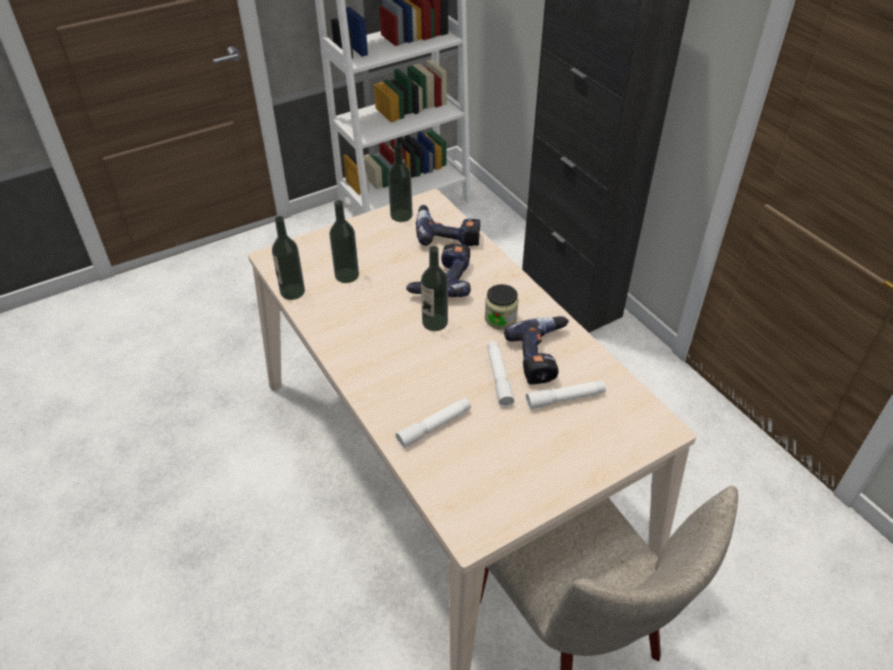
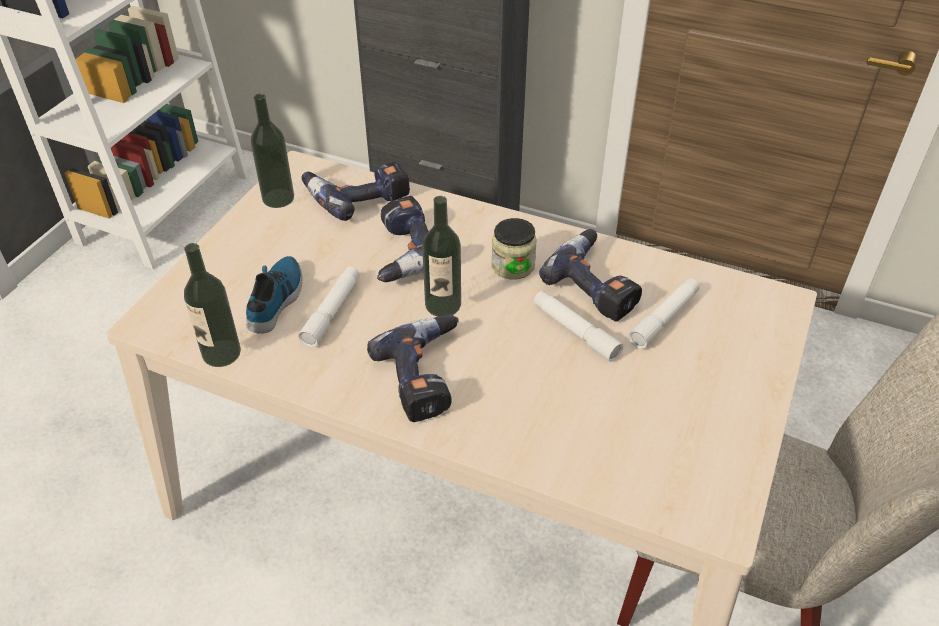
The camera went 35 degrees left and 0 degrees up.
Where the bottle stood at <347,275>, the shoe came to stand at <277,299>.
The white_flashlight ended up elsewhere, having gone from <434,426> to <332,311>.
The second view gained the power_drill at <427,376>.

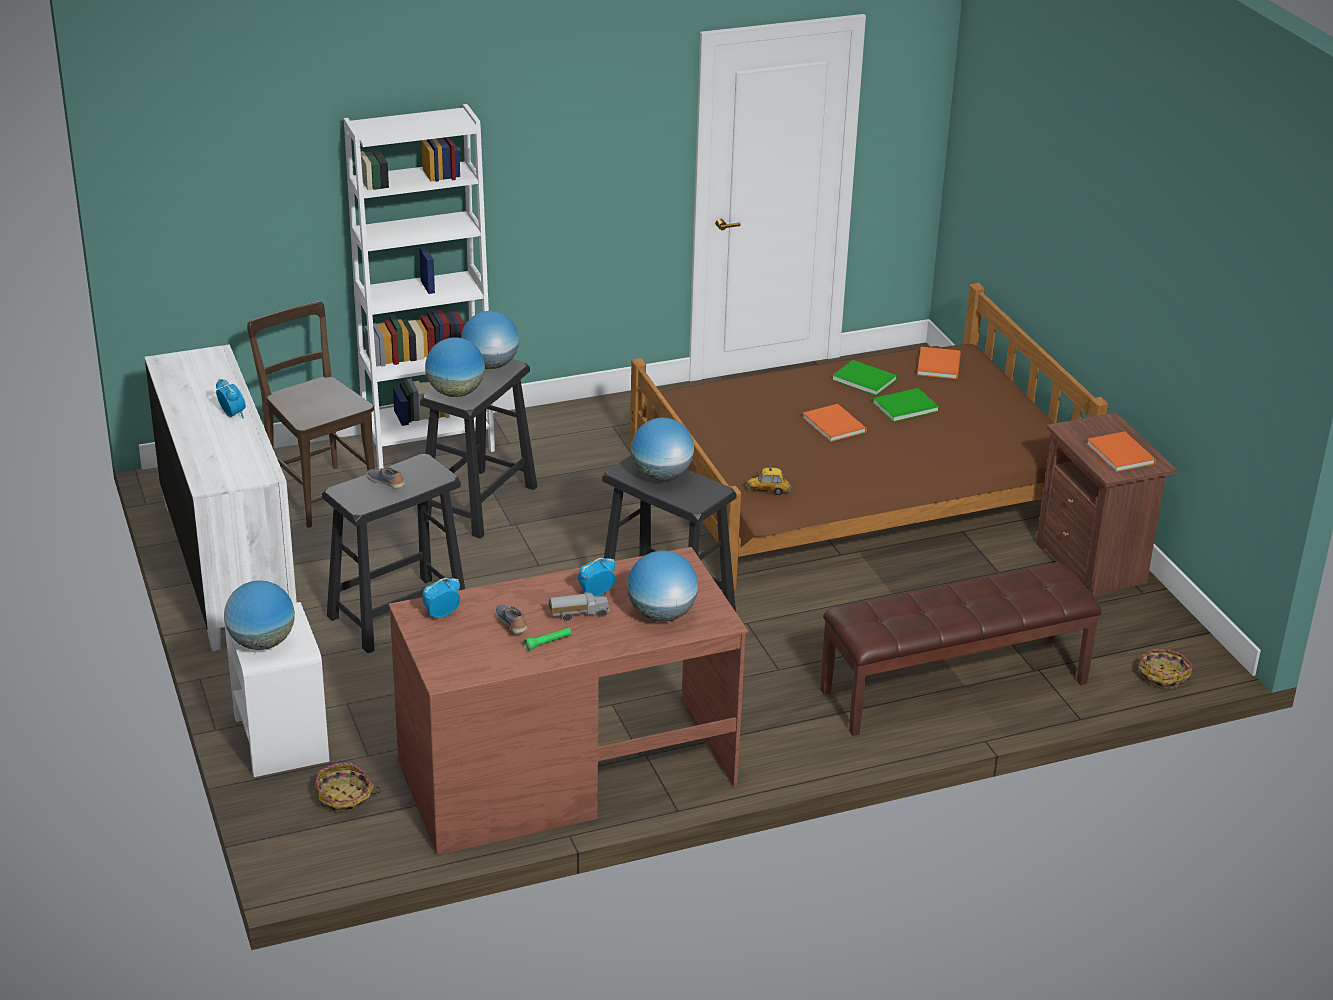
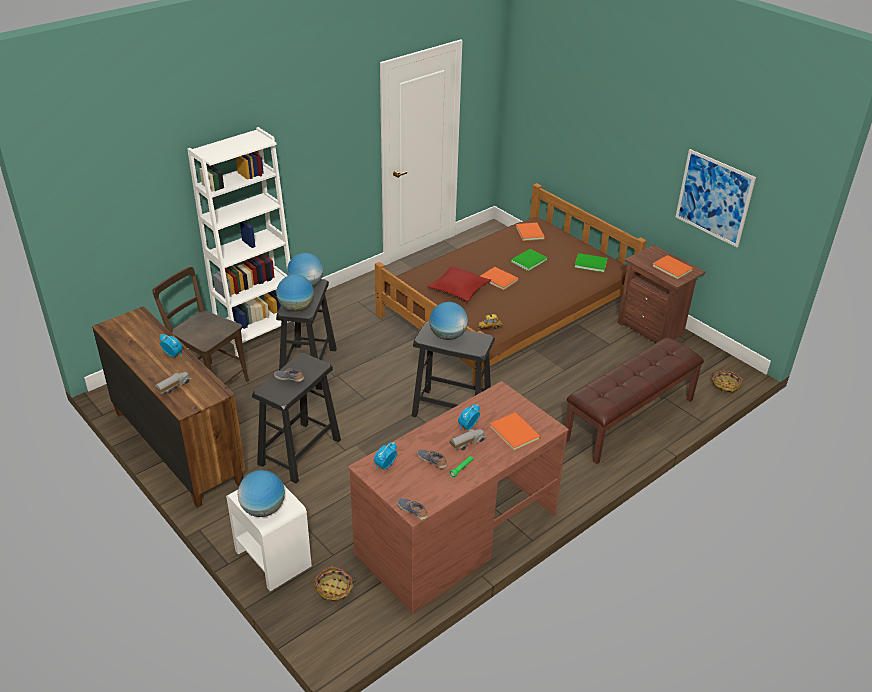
The camera went 20 degrees left and 5 degrees up.
What was the white_dresser at <228,567> turned into the brown_dresser at <178,446>.
The second view gained the toy_truck at <173,387>.
The second view gained the shoe at <412,511>.
The second view gained the red_pillow at <459,289>.
Where the globe stood at <662,614>, the orange_book came to stand at <514,431>.
The green_book ended up elsewhere, having gone from <863,378> to <590,263>.
The second view gained the picture at <714,198>.

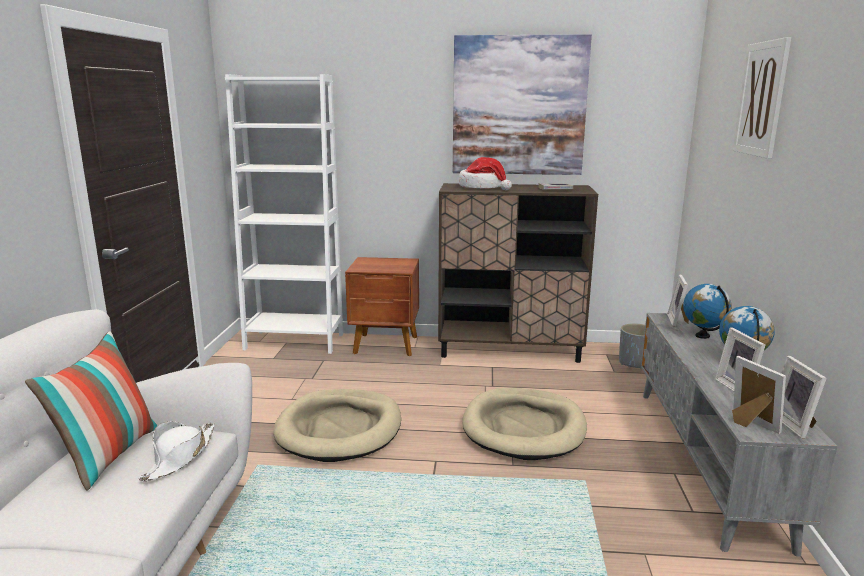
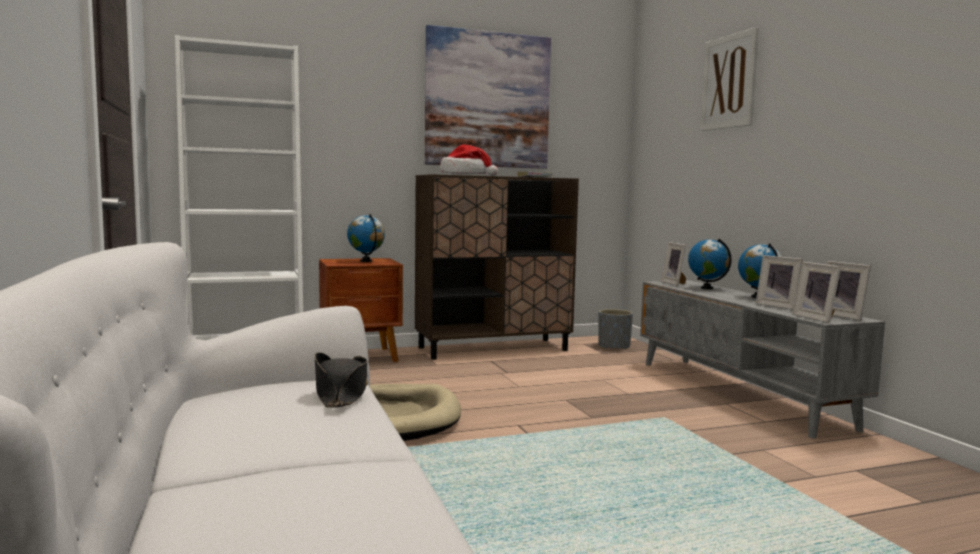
The camera went 25 degrees left and 10 degrees down.
What was the white_hat at <180,457> turned into the black_hat at <341,393>.
The second view gained the globe at <366,261>.
The picture_frame at <749,424> ended up facing another way, 150 degrees counterclockwise from before.
The second view lost the pillow at <108,455>.
The second view lost the beige_dog_bed at <524,428>.

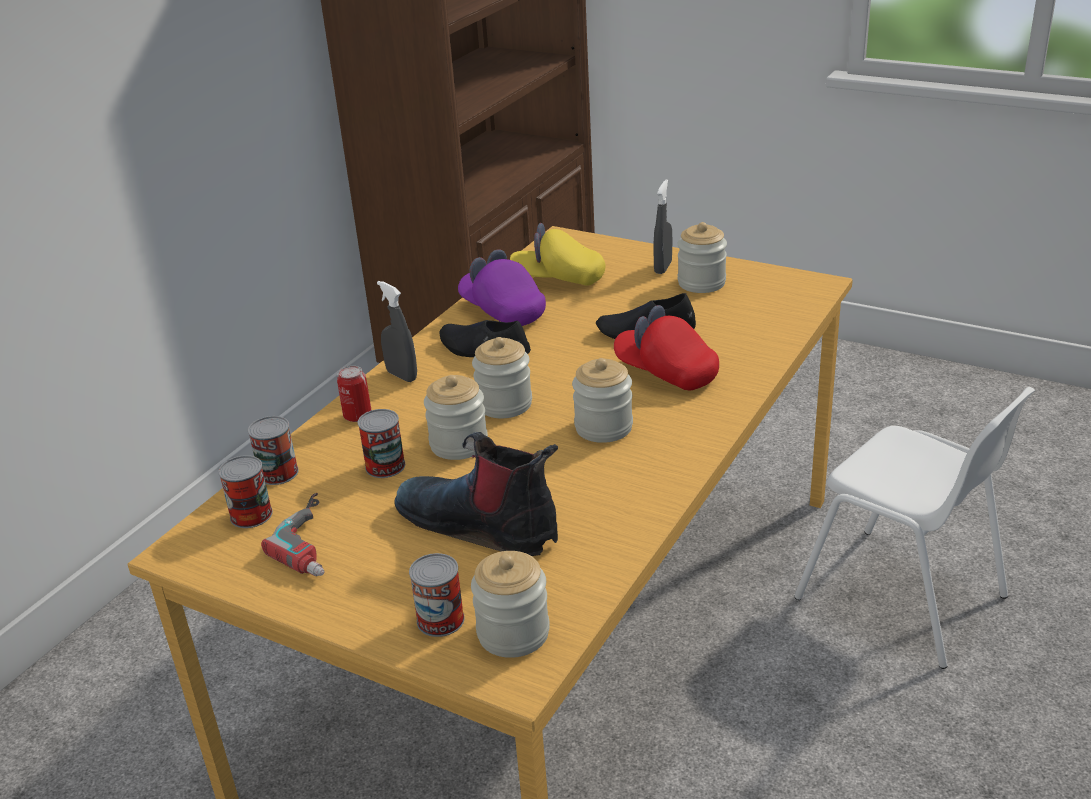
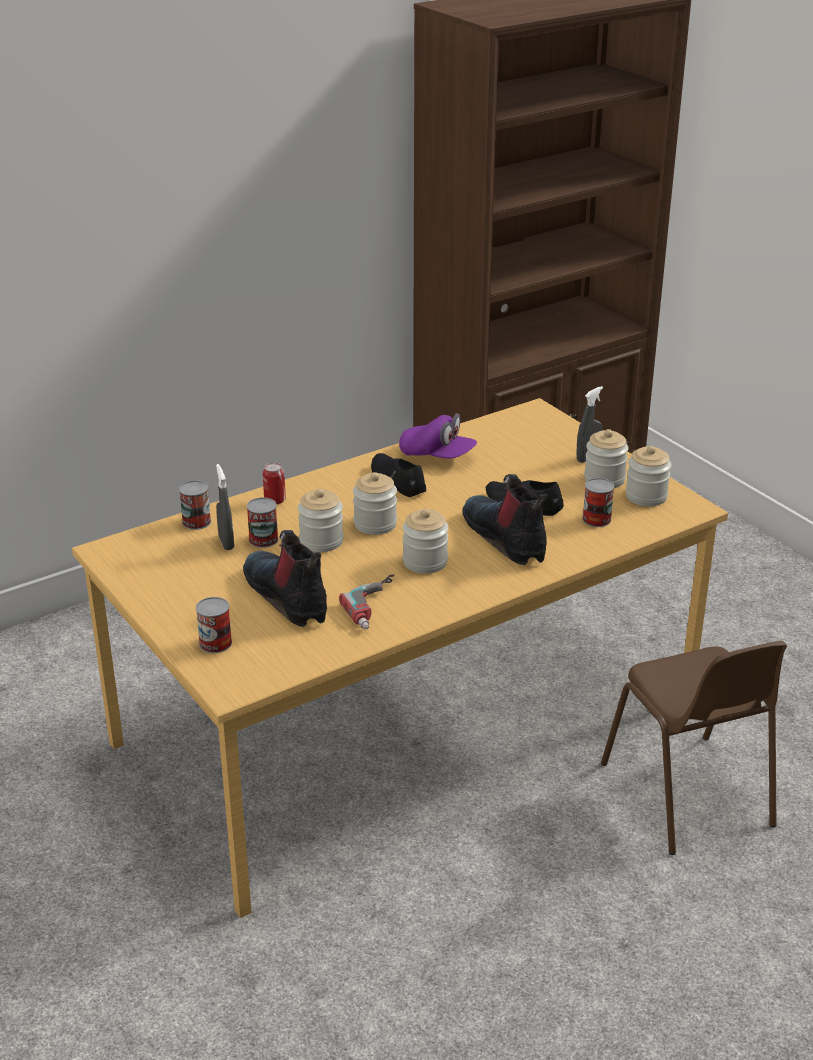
The camera went 25 degrees right and 0 degrees up.
The grey_spray_bottle ended up elsewhere, having gone from <402,375> to <226,543>.
The power_drill ended up elsewhere, having gone from <318,541> to <378,607>.
The purple_cap at <502,311> ended up facing another way, 135 degrees clockwise from before.
Where the red_cap stood at <666,372>, the boot came to stand at <506,538>.
The can ended up elsewhere, having gone from <251,515> to <596,519>.
What was the white_chair at <903,598> turned into the brown_chair at <687,795>.
The jar ended up elsewhere, having gone from <513,633> to <646,496>.
The second view lost the yellow_cap at <558,279>.

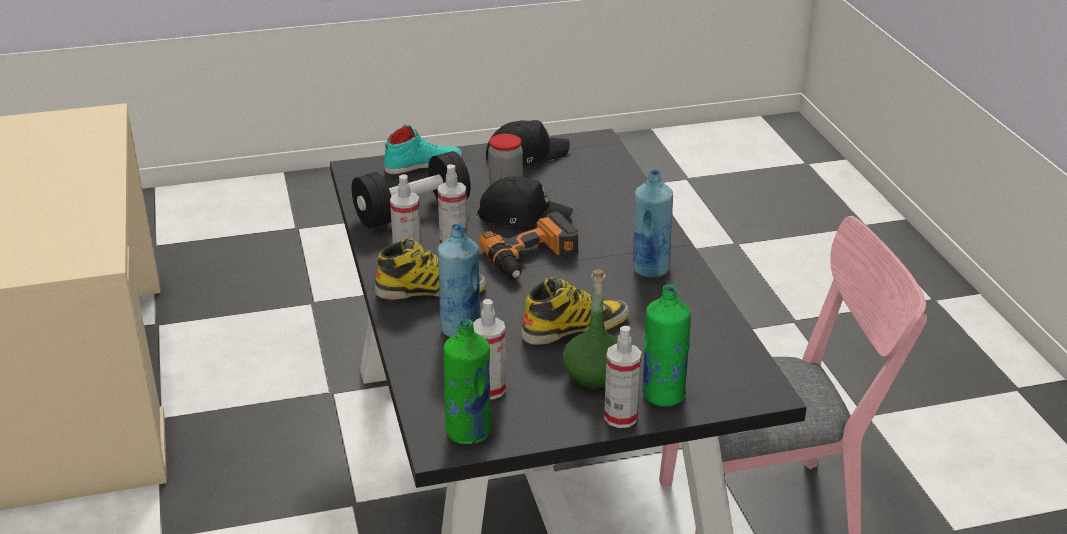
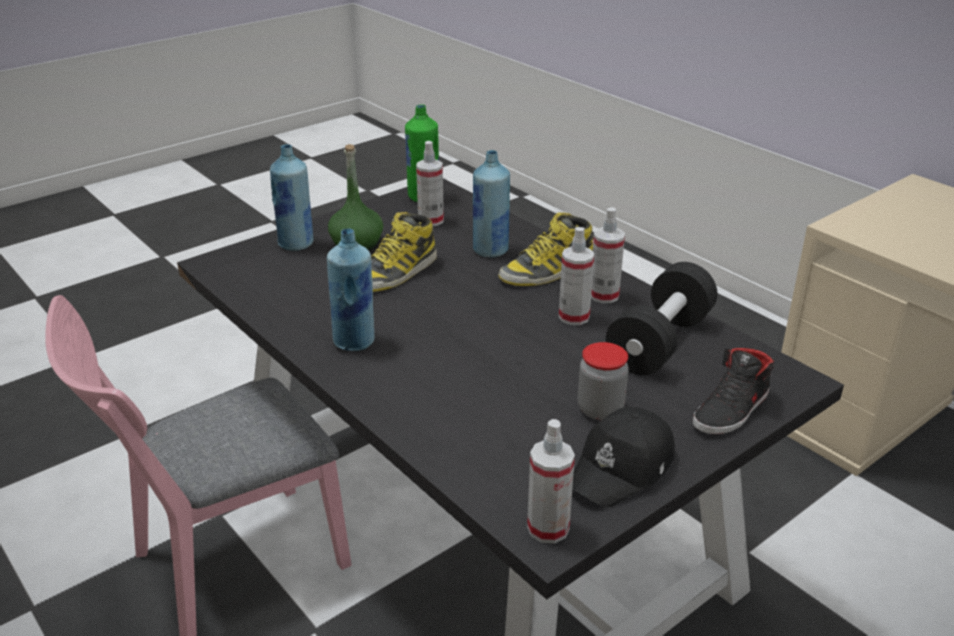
The camera went 155 degrees right and 0 degrees up.
What was the green_bottle at <663,395> turned into the blue_bottle at <296,244>.
The spray_bottle ended up elsewhere, having gone from <621,417> to <548,528>.
What was the turquoise_shoe at <423,164> turned into the black_shoe at <732,410>.
The second view lost the black_cap at <523,215>.
The second view lost the power_drill at <532,258>.

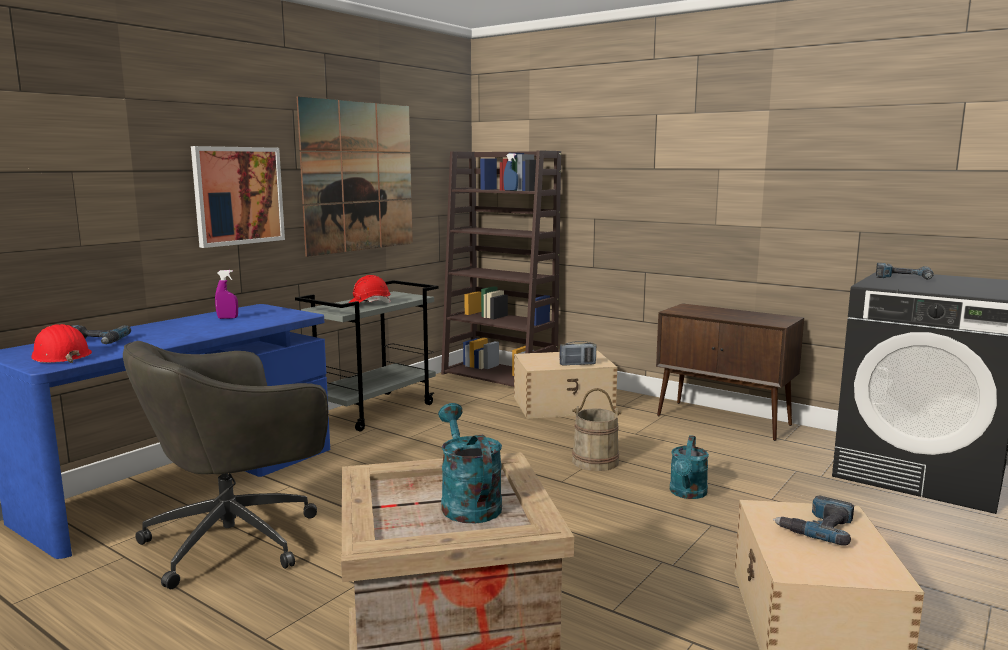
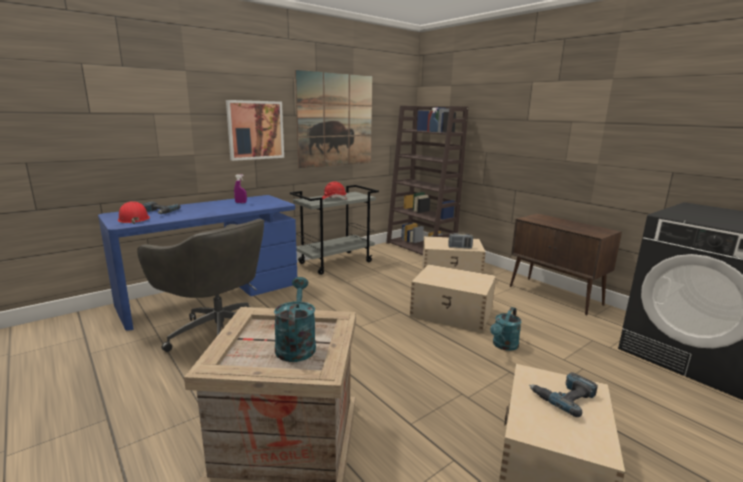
The camera went 15 degrees right and 5 degrees up.
The grey_office_chair at <237,539> ended up facing another way, 120 degrees counterclockwise from before.
Where the beige_bucket stood at <595,461>, the beige_storage_box came to stand at <452,313>.
The second view lost the power_drill at <904,278>.

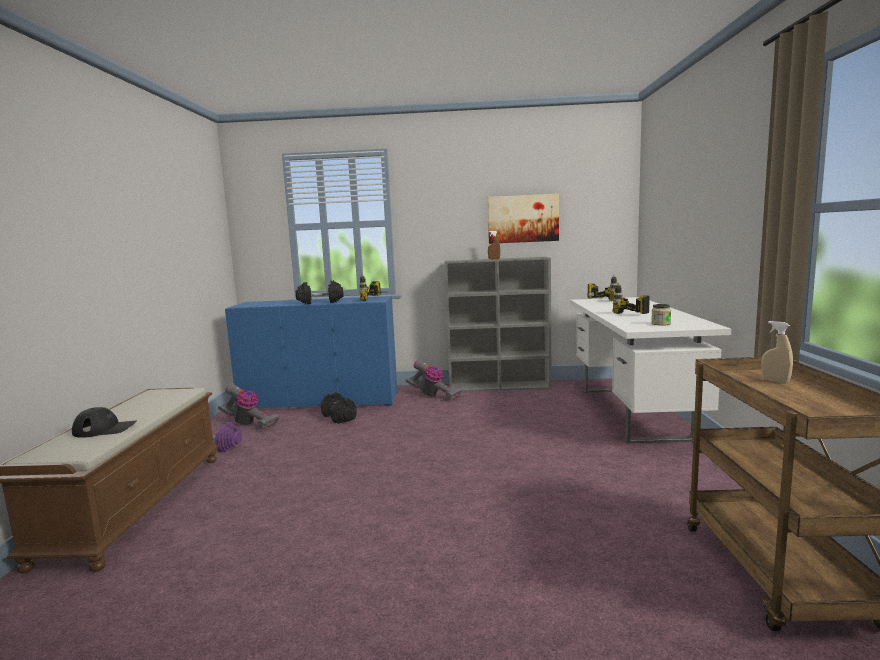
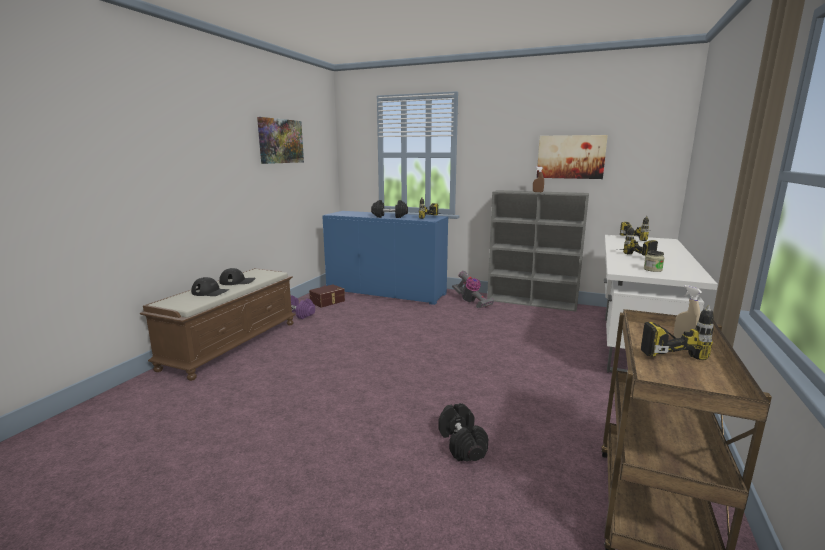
The camera went 20 degrees right and 5 degrees up.
The second view gained the black_cap at <237,281>.
The second view gained the picture at <280,141>.
Where the vacuum_cleaner stood at <248,424>, the brown_storage_box came to stand at <328,302>.
The black_dumbbell ended up elsewhere, having gone from <338,417> to <461,443>.
The second view gained the power_drill at <664,348>.

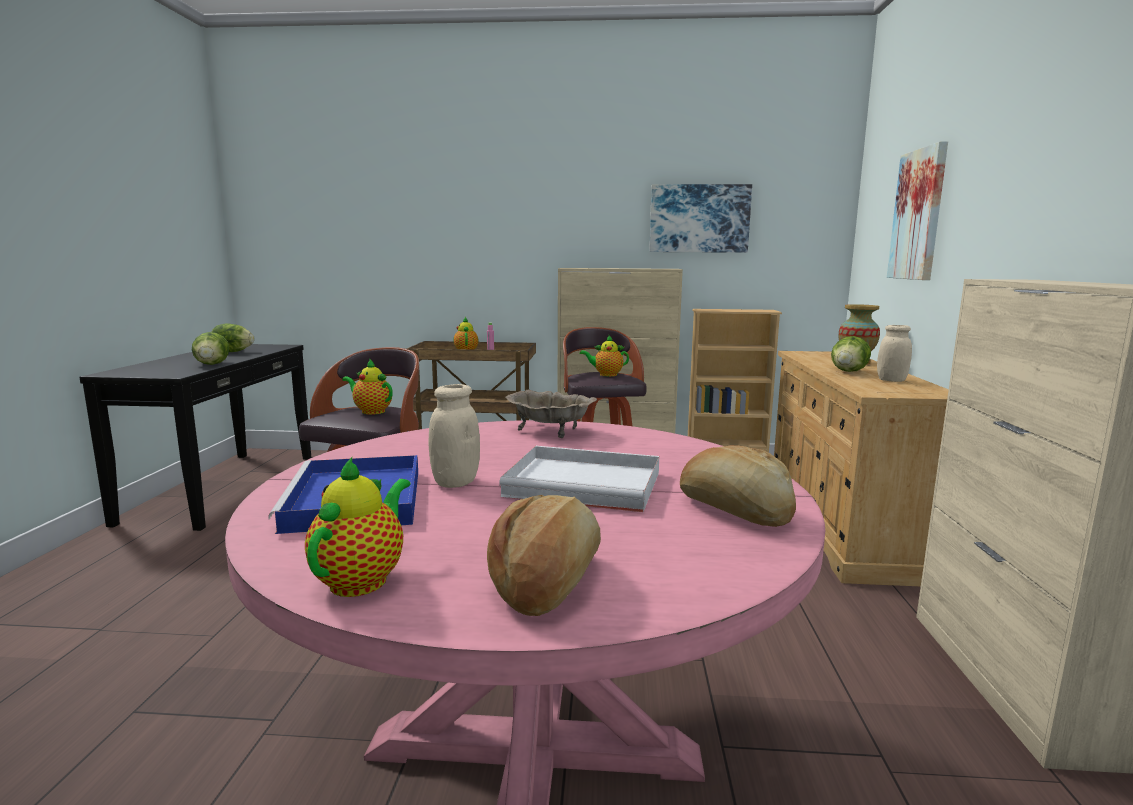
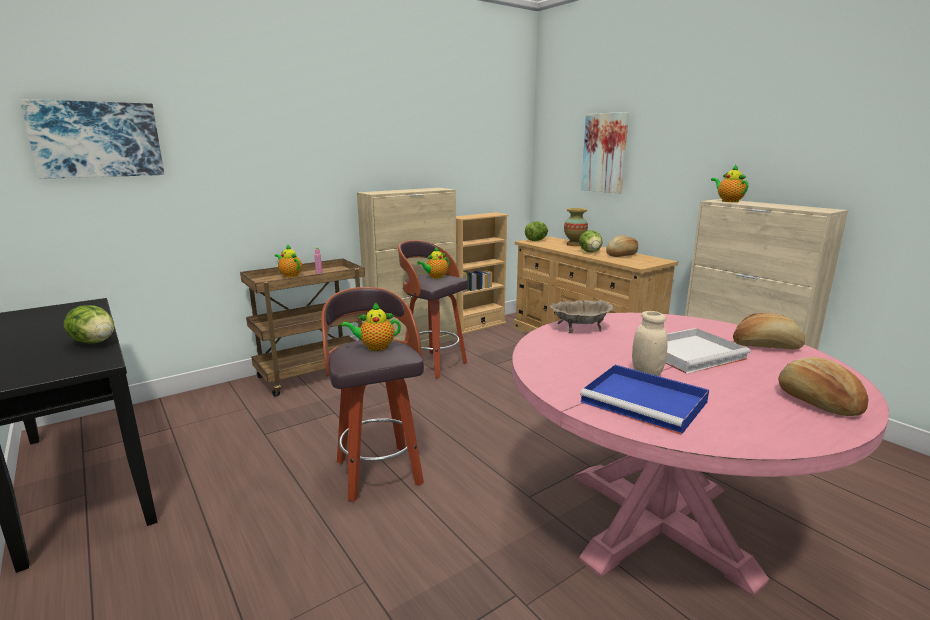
The camera went 40 degrees left and 5 degrees up.
The picture ended up elsewhere, having gone from <699,219> to <97,139>.
The lettuce ended up elsewhere, having gone from <233,352> to <536,240>.
Where the beige_jar stood at <891,380>, the bread came to stand at <622,255>.
The teapot ended up elsewhere, having gone from <362,579> to <728,201>.

